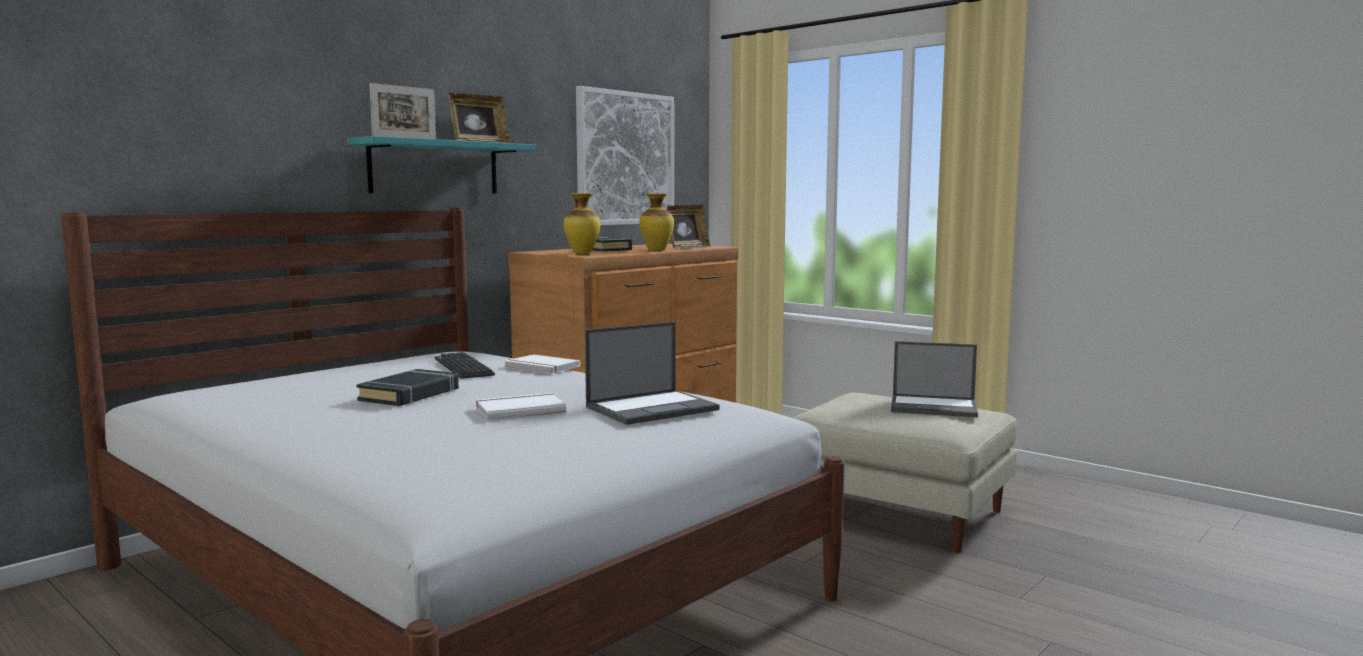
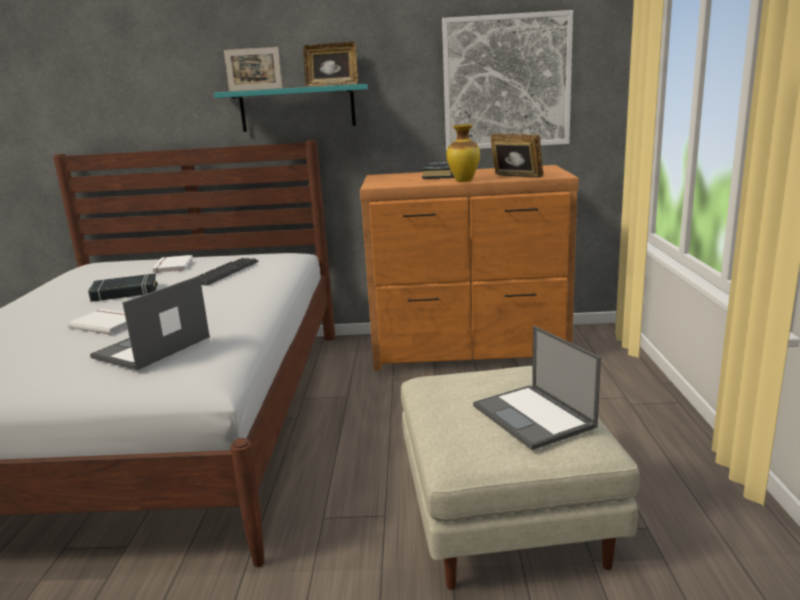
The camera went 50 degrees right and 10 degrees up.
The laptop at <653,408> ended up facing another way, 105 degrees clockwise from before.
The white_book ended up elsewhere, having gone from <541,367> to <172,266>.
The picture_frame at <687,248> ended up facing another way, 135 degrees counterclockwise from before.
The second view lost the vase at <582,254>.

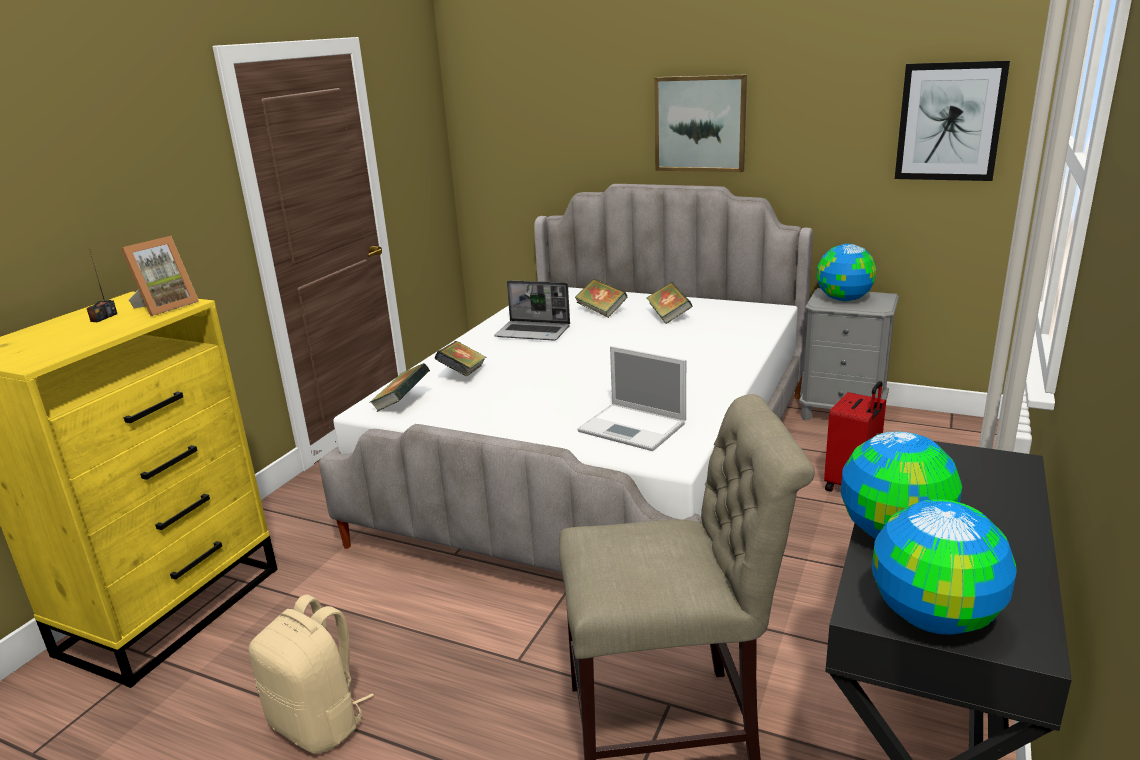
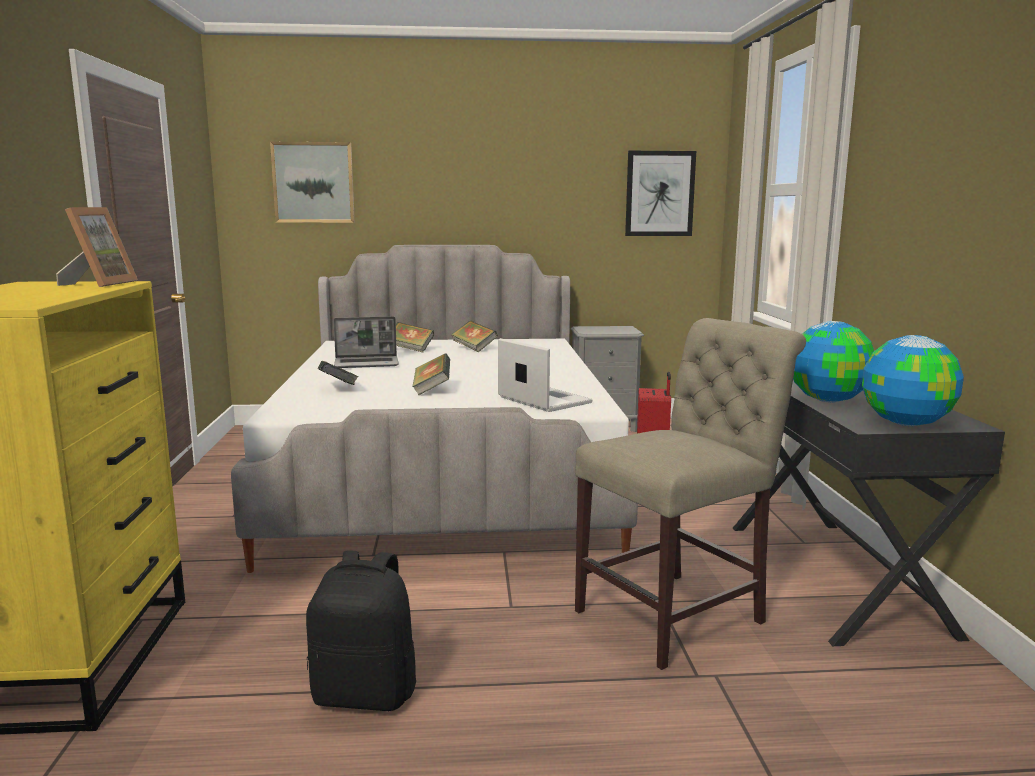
The camera went 30 degrees left and 10 degrees down.
The picture ended up elsewhere, having gone from <700,124> to <313,182>.
What was the beige_backpack at <319,723> turned into the black_backpack at <366,693>.
The book ended up elsewhere, having gone from <402,403> to <432,390>.
The laptop at <634,427> ended up facing another way, 135 degrees counterclockwise from before.
The second view lost the radio at <104,317>.
The second view lost the globe at <843,299>.

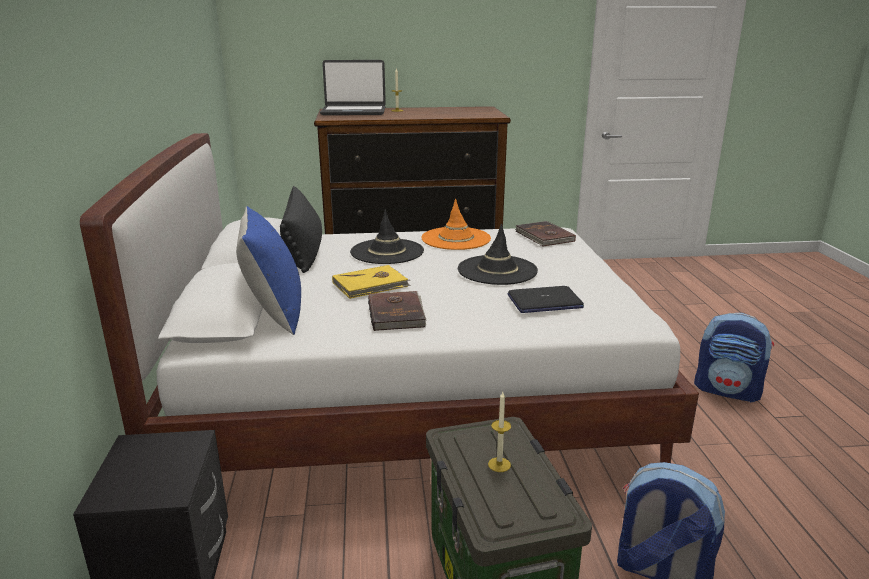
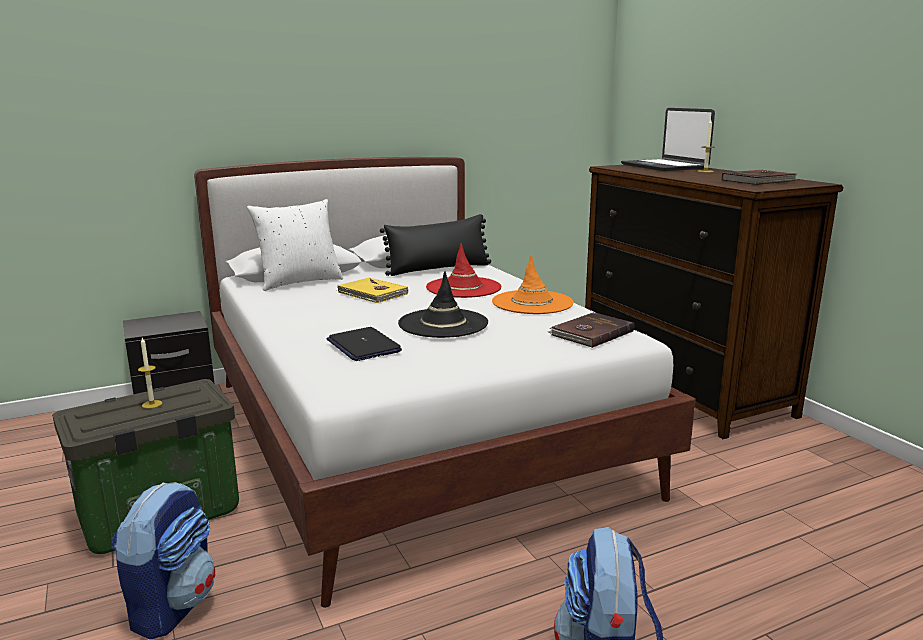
The camera went 70 degrees right and 5 degrees down.
What was the blue_pillow at <274,314> turned into the white_pillow at <299,282>.
What was the black_hat at <387,252> turned into the red_hat at <463,288>.
The brown_book ended up elsewhere, having gone from <397,313> to <759,181>.

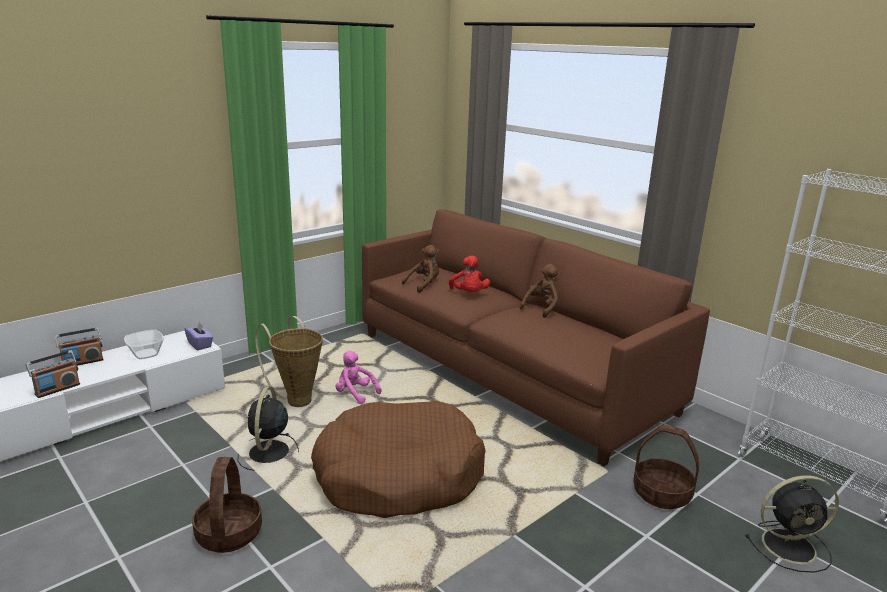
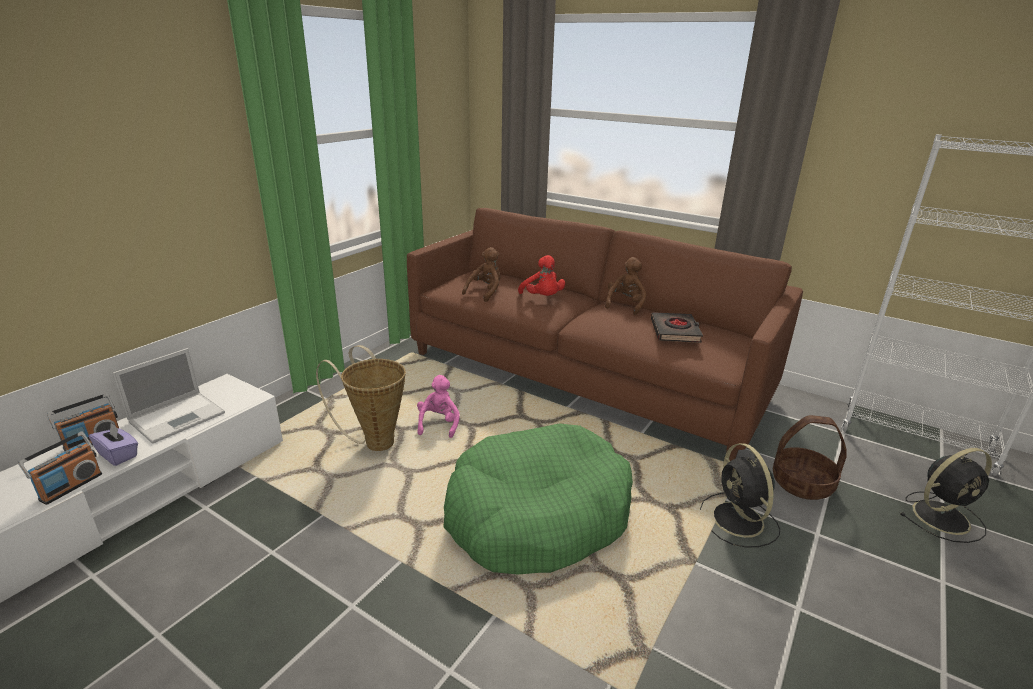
The camera went 15 degrees left and 5 degrees up.
The purple_tissue_box ended up elsewhere, having gone from <200,345> to <119,455>.
Where the bowl stood at <146,354>, the laptop came to stand at <179,416>.
The pink_plush_toy at <355,394> ended up facing another way, 75 degrees clockwise from before.
What was the brown_dog_bed at <398,475> turned into the green_dog_bed at <537,515>.
The second view gained the black_book at <675,331>.
The black_fan ended up elsewhere, having gone from <268,453> to <738,521>.
The second view lost the basket at <228,533>.

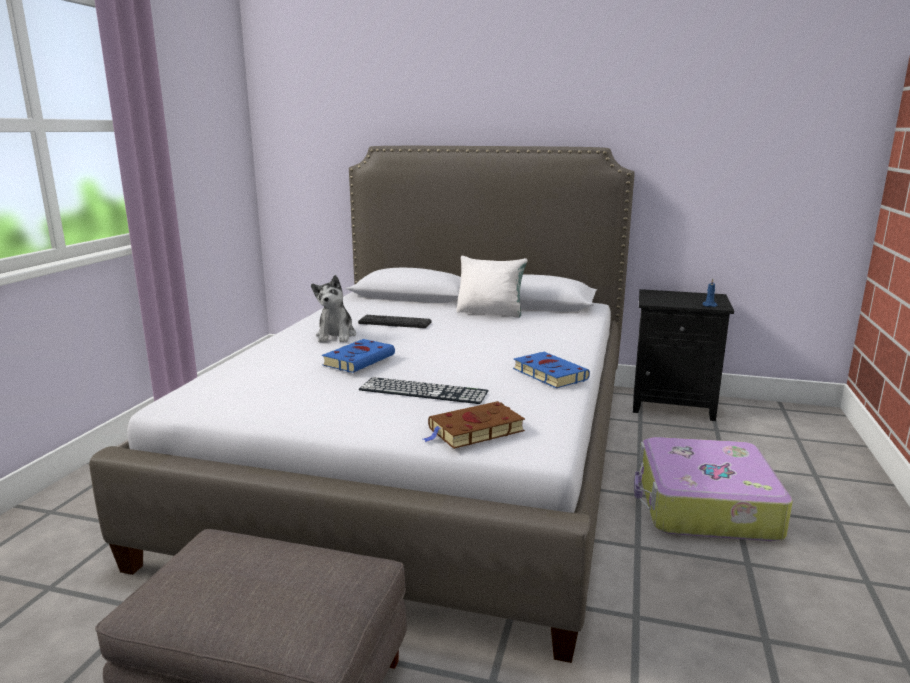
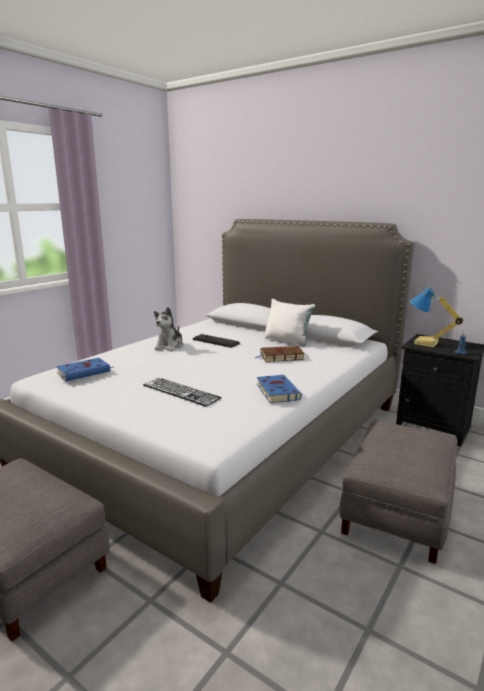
The camera went 20 degrees right and 0 degrees up.
The blue_book ended up elsewhere, having gone from <360,359> to <85,372>.
The brown_book ended up elsewhere, having gone from <474,431> to <280,357>.
Where the suitcase stood at <704,506>, the grey_ottoman came to stand at <398,512>.
The second view gained the table_lamp at <426,343>.

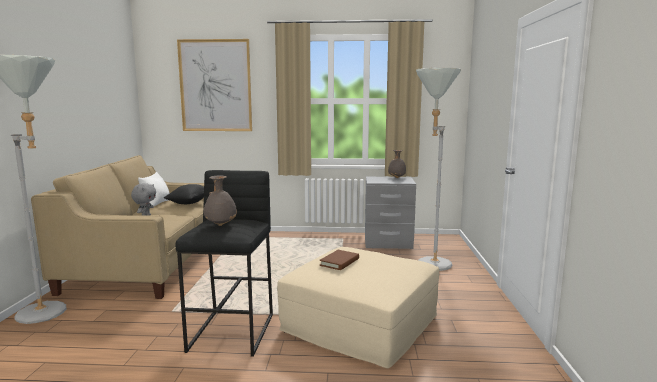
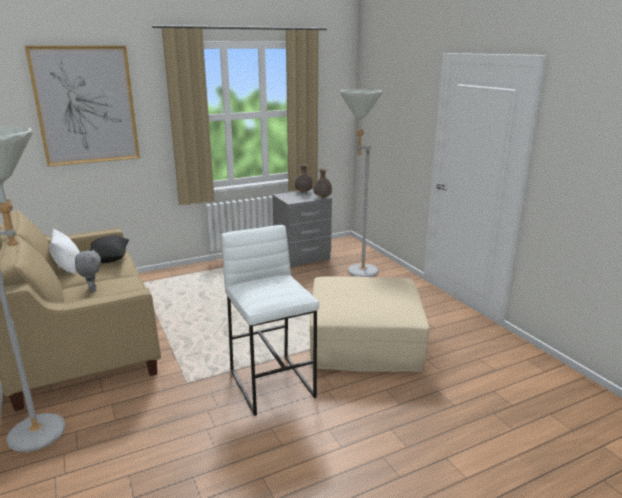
The camera went 30 degrees left and 10 degrees up.
What was the black_stool at <233,332> turned into the white_stool at <273,383>.
The grey_vase ended up elsewhere, having gone from <220,224> to <322,197>.
The second view lost the brown_book at <339,262>.

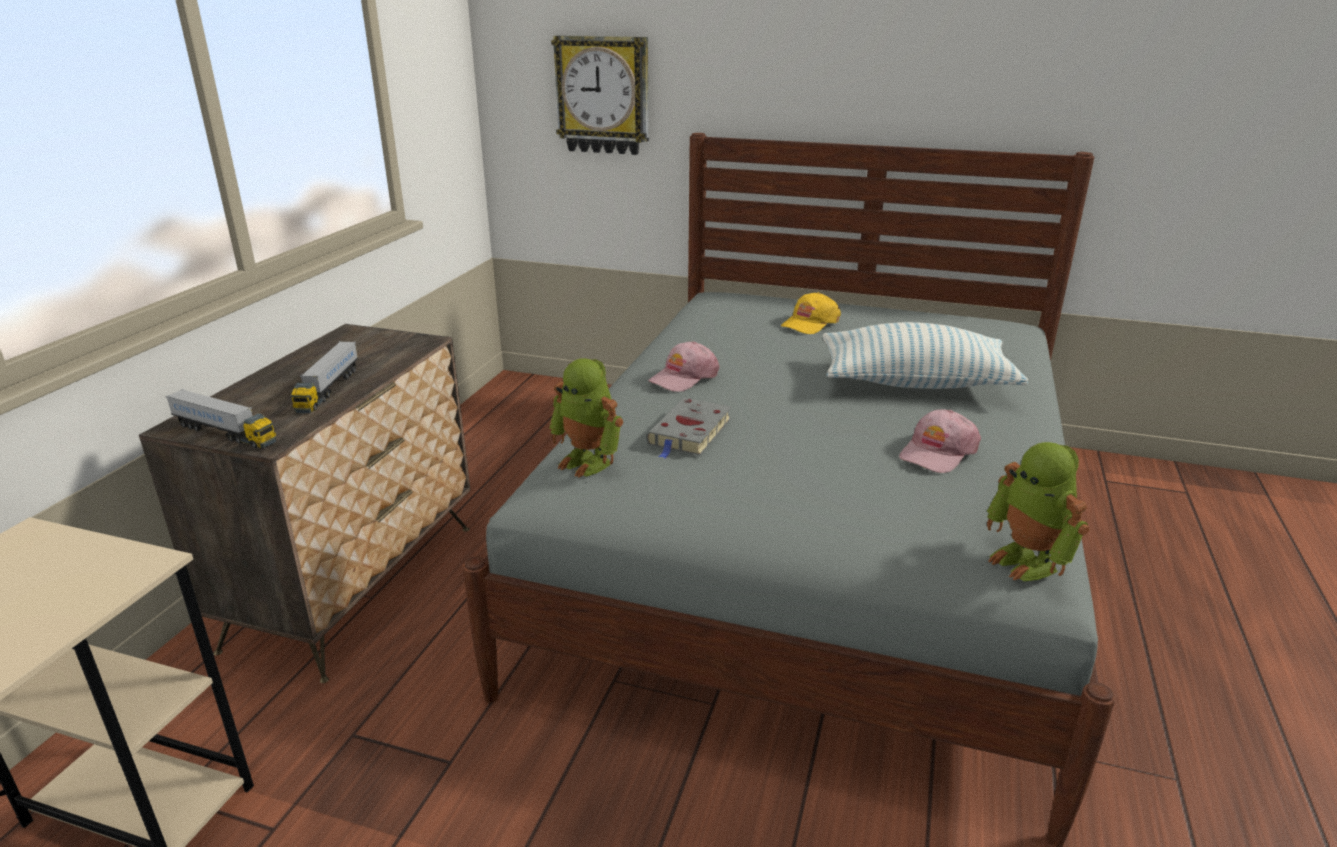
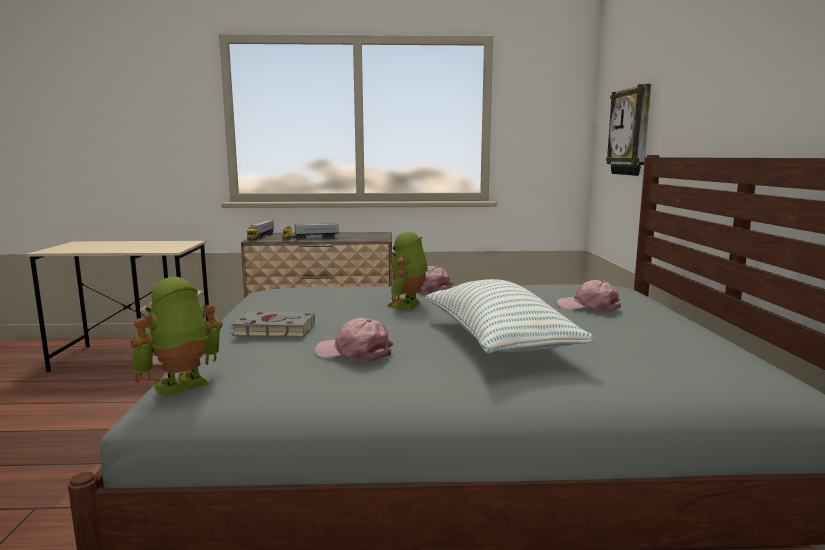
The camera went 70 degrees right and 15 degrees down.
The grey_book ended up elsewhere, having gone from <689,433> to <272,330>.
The toy_robot ended up elsewhere, having gone from <589,461> to <408,305>.
What was the yellow_cap at <810,323> turned into the pink_cap at <588,306>.

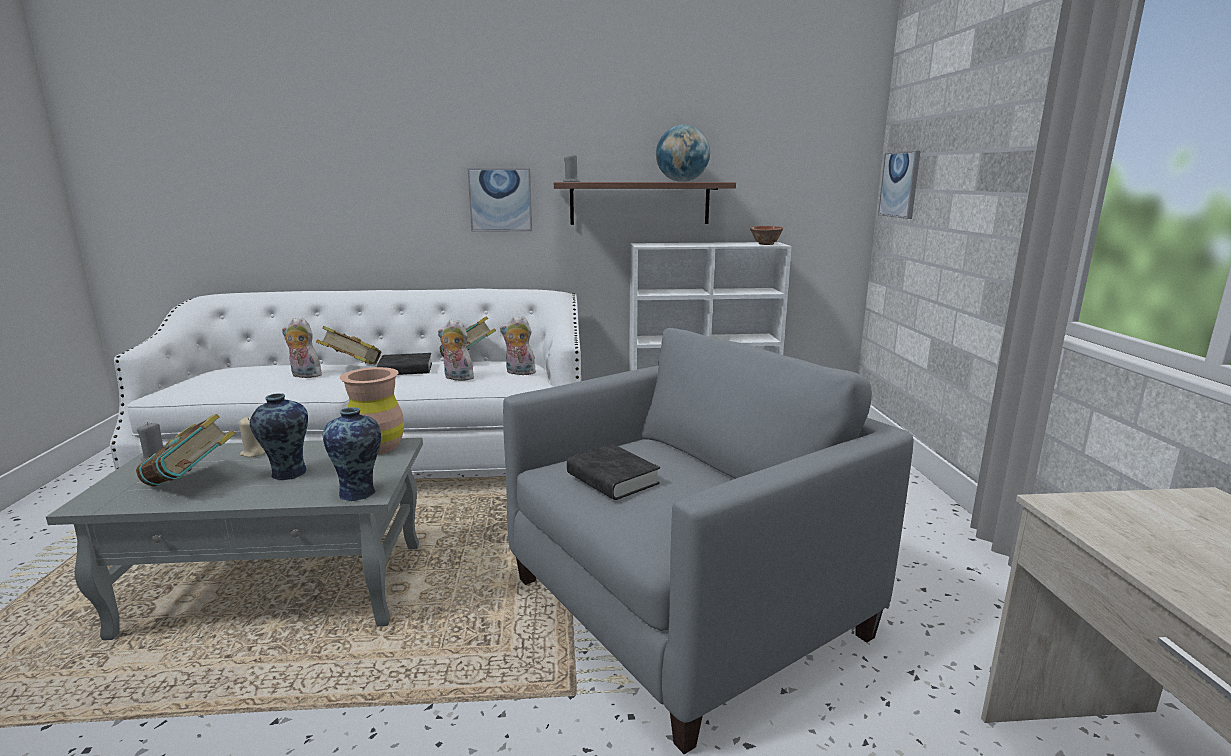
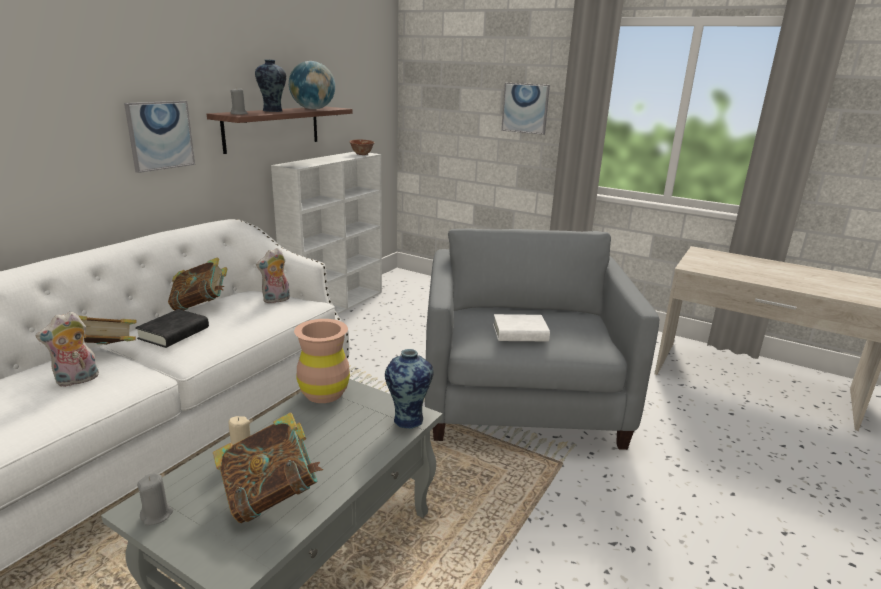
The camera went 55 degrees left and 5 degrees up.
The vase ended up elsewhere, having gone from <287,474> to <273,111>.
What was the black_book at <612,479> turned into the white_book at <520,333>.
The picture ended up elsewhere, having gone from <900,184> to <525,108>.
The second view lost the plush_toy at <457,378>.

